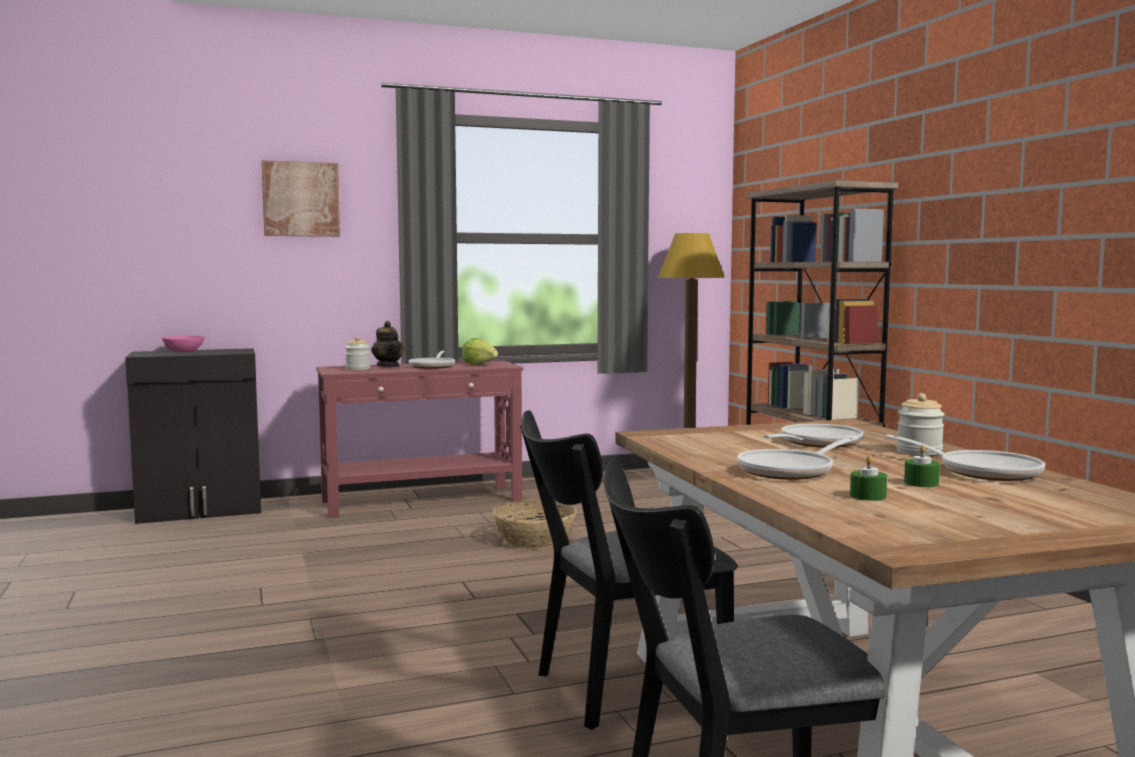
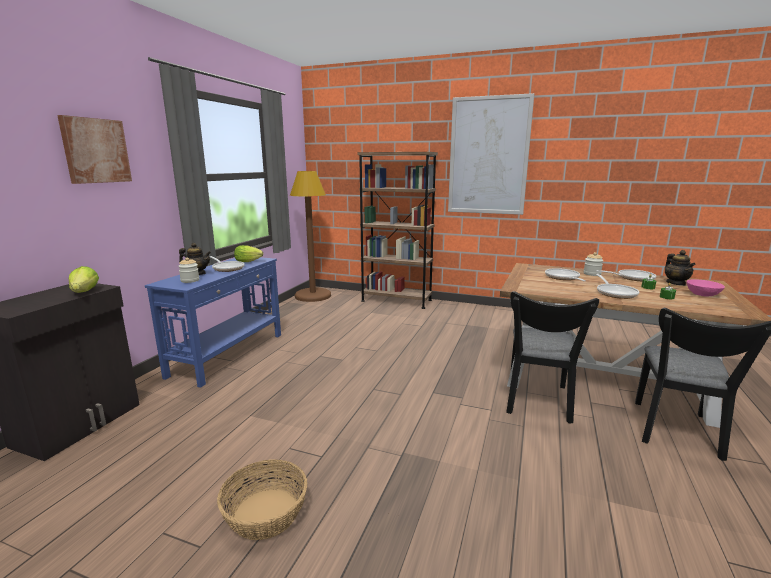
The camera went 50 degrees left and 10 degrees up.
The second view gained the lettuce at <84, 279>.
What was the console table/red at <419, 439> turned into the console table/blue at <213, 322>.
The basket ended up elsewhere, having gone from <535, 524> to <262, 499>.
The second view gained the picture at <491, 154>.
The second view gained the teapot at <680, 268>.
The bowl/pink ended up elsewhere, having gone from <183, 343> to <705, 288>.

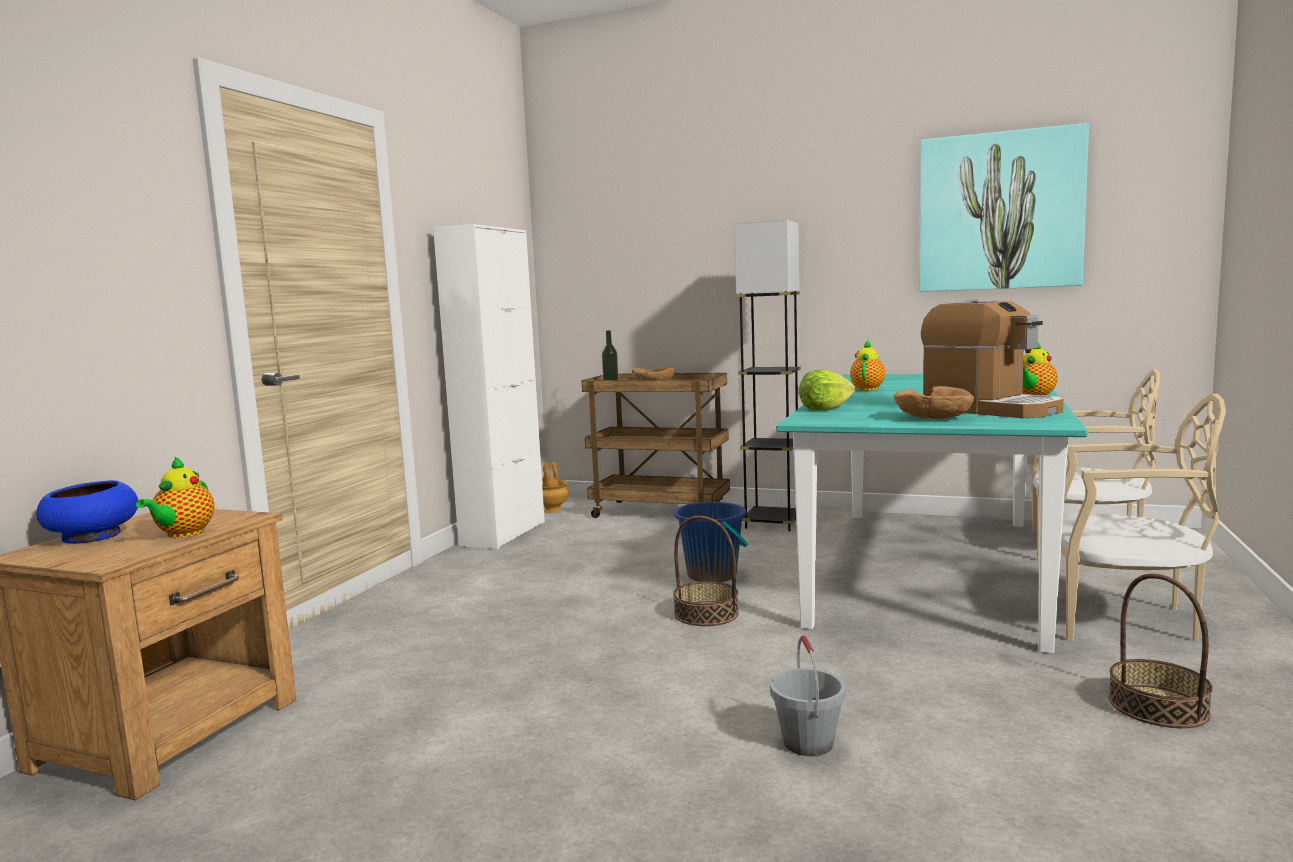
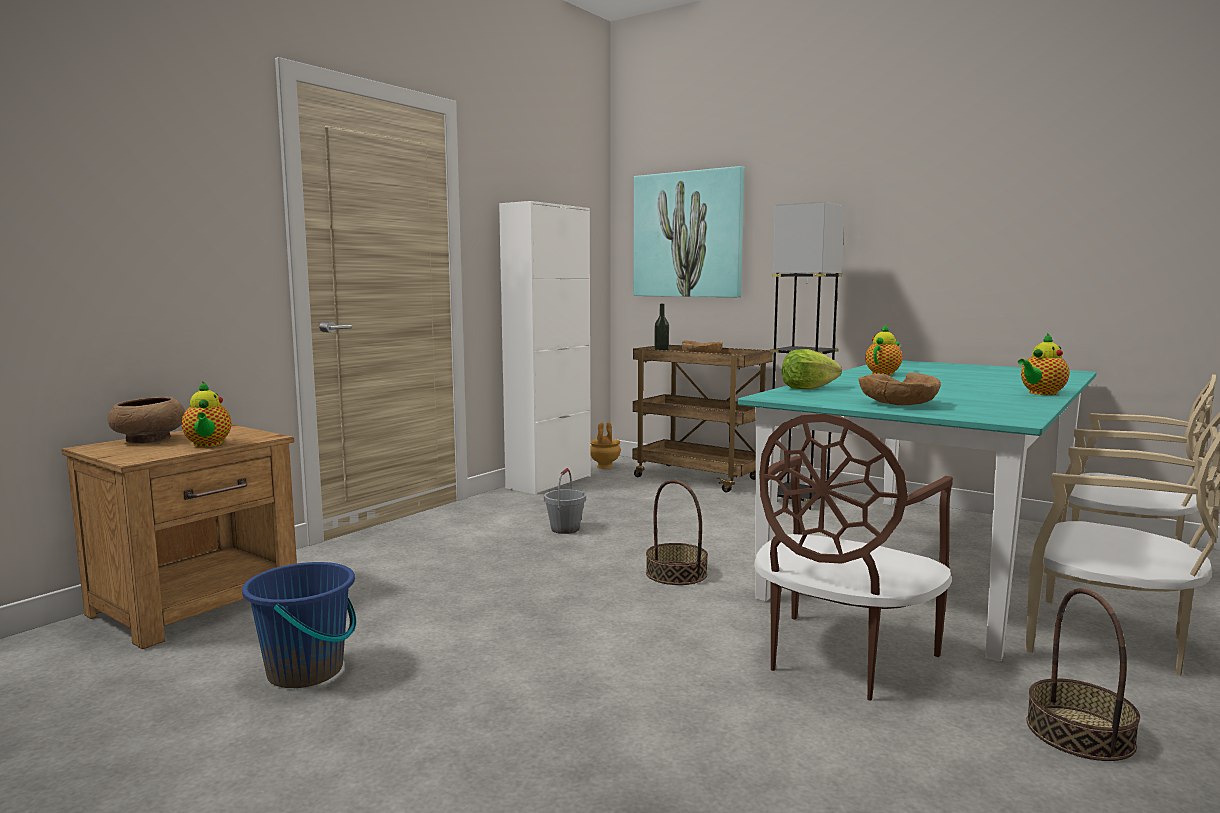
The camera went 15 degrees right and 0 degrees up.
What was the bowl/blue at <87, 512> turned into the bowl/brown at <146, 420>.
The teapot at <175, 497> ended up facing another way, 45 degrees counterclockwise from before.
The bucket/blue ended up elsewhere, having gone from <711, 542> to <299, 625>.
The bucket/grey ended up elsewhere, having gone from <808, 695> to <565, 501>.
The picture ended up elsewhere, having gone from <1004, 207> to <688, 231>.
The second view gained the chair/brown at <853, 557>.
The second view lost the coffee machine at <992, 358>.

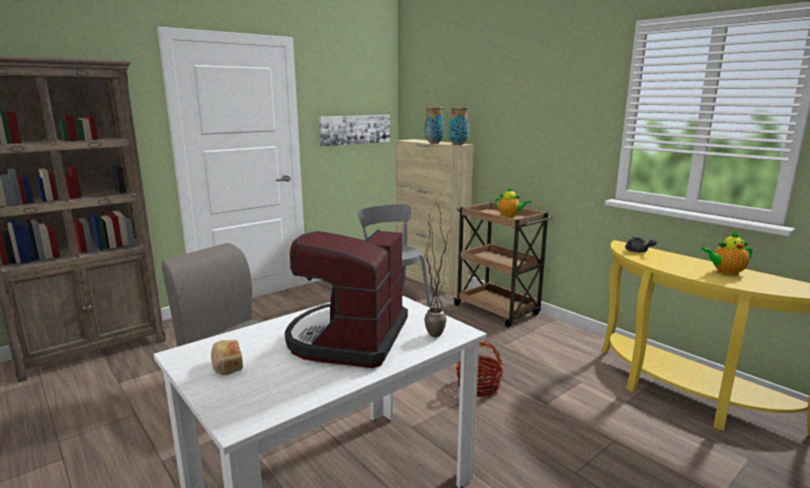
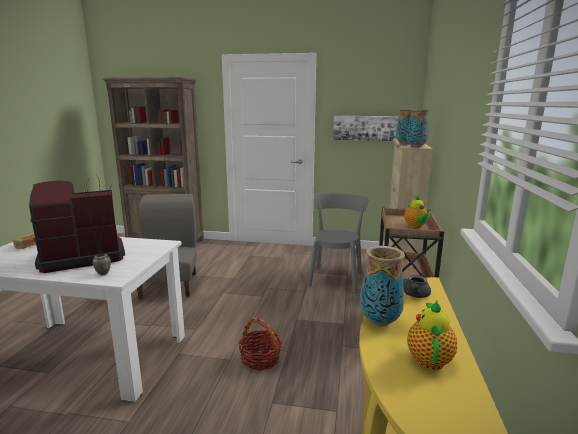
The camera went 50 degrees right and 0 degrees up.
The second view gained the vase at <382, 286>.
The teapot at <726, 253> ended up facing another way, 60 degrees clockwise from before.

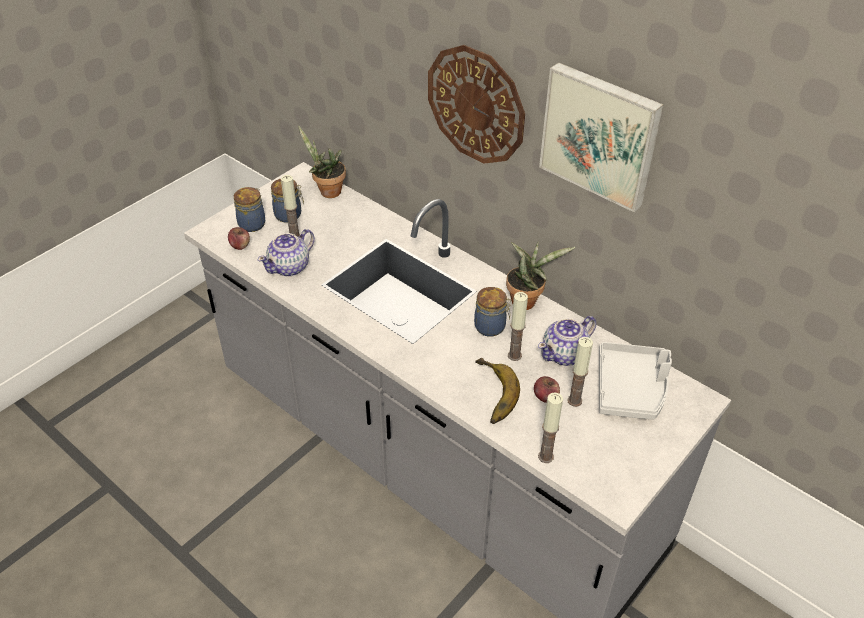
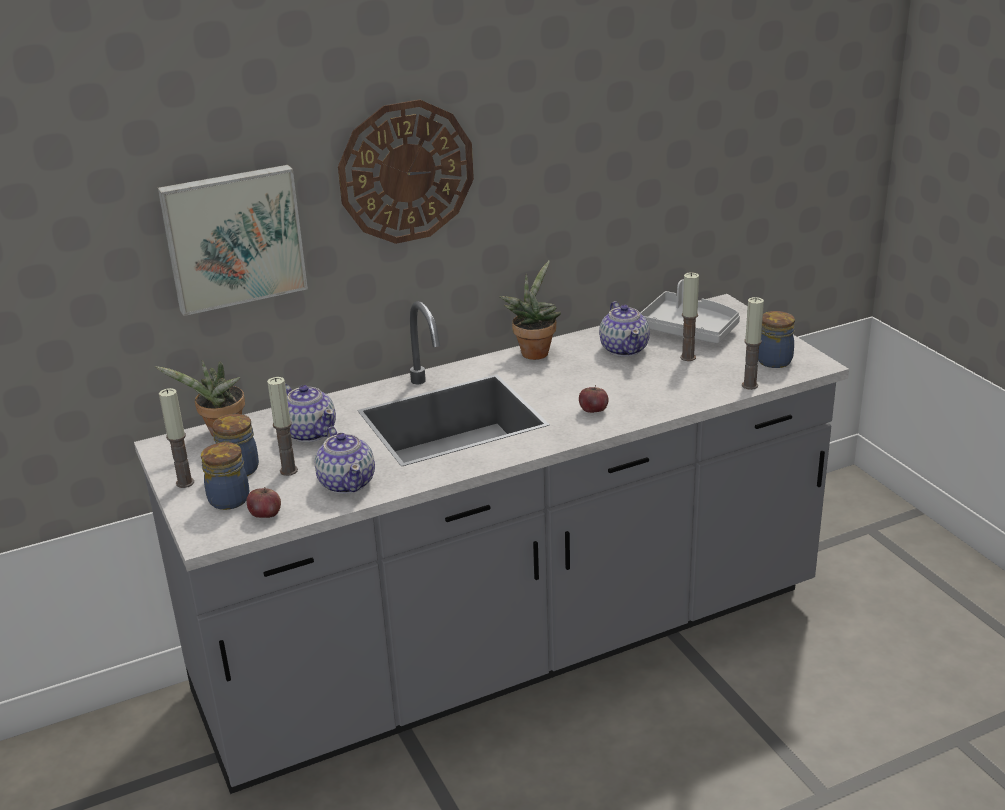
The camera went 65 degrees left and 15 degrees down.
The picture ended up elsewhere, having gone from <601, 137> to <233, 240>.
The candle ended up elsewhere, having gone from <518, 326> to <176, 438>.
The second view gained the teapot at <310, 413>.
The apple ended up elsewhere, having gone from <547, 389> to <593, 399>.
The jar ended up elsewhere, having gone from <492, 312> to <776, 339>.
The second view lost the banana at <497, 391>.

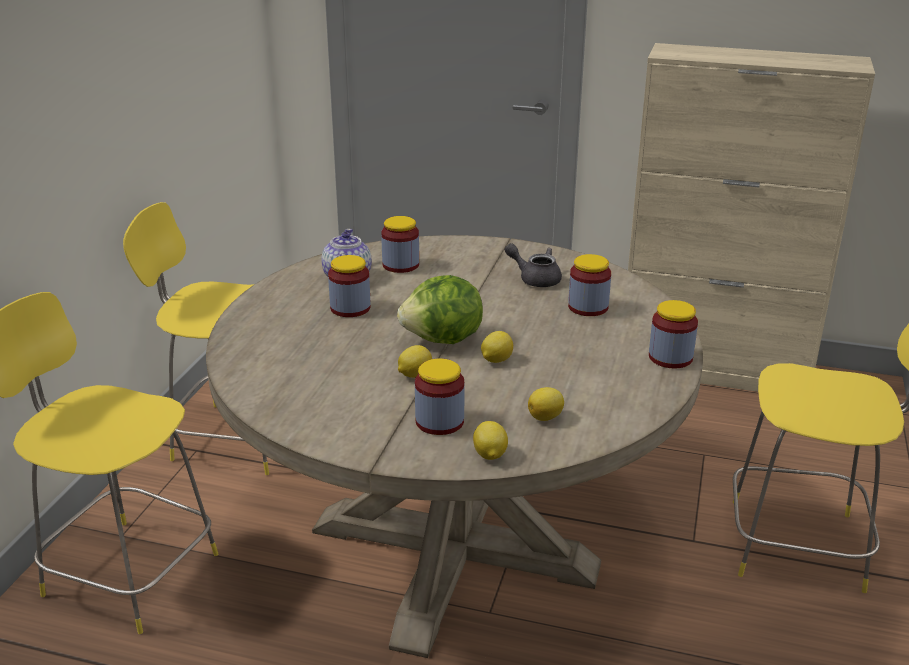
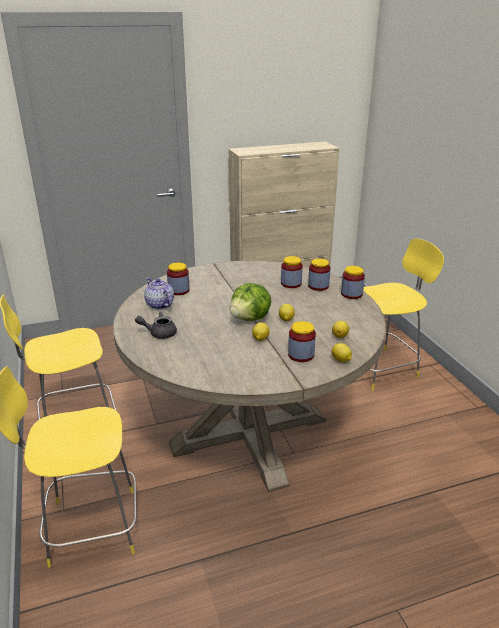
The camera went 35 degrees left and 0 degrees up.
The teapot/grey ended up elsewhere, having gone from <533, 265> to <156, 325>.
The jar ended up elsewhere, having gone from <349, 286> to <319, 274>.

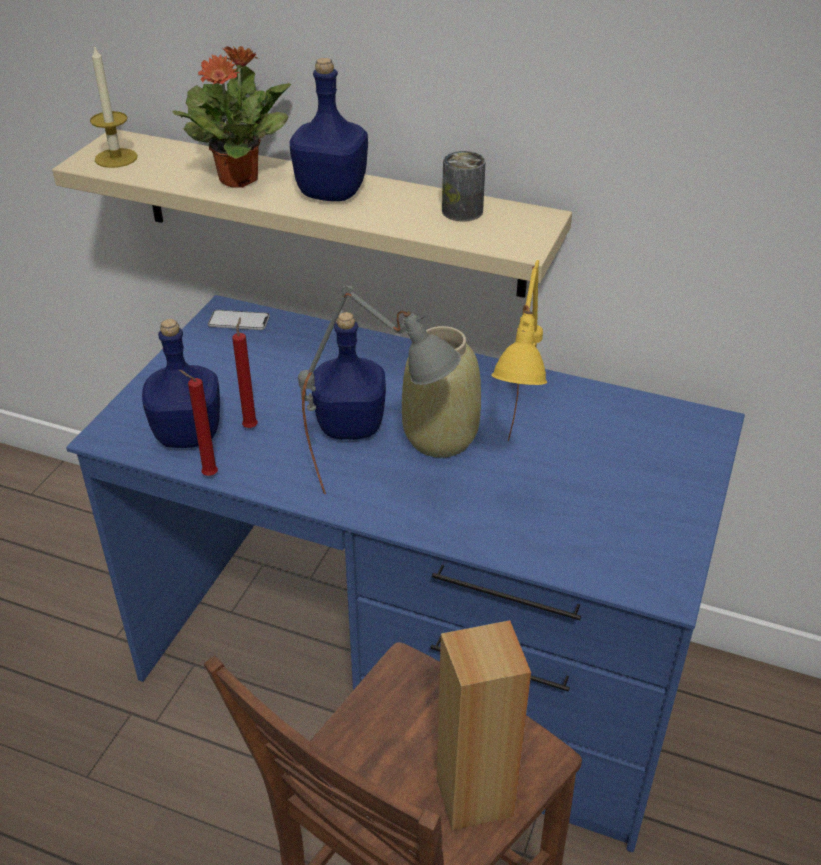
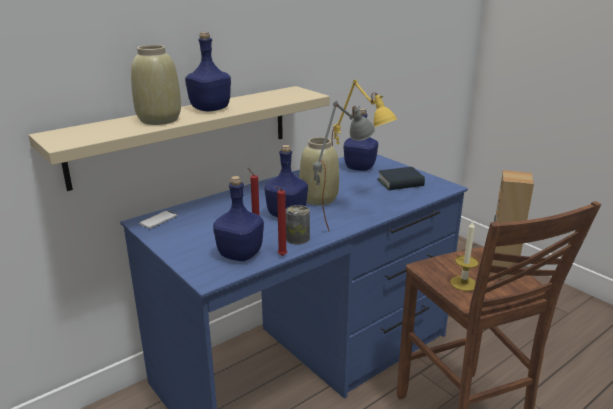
The camera went 60 degrees left and 15 degrees down.
Where the potted plant stood at <231, 116>, the vase/beige came to stand at <156, 85>.
The can ended up elsewhere, having gone from <464, 186> to <298, 224>.
The second view gained the bottle/blue at <361, 140>.
The second view gained the book at <401, 178>.
The candle ended up elsewhere, having gone from <114, 106> to <464, 255>.

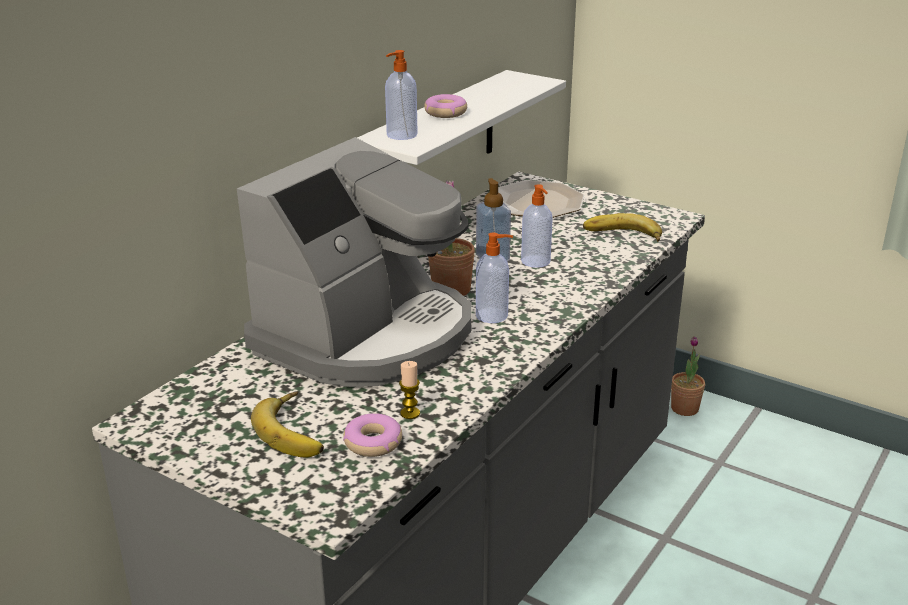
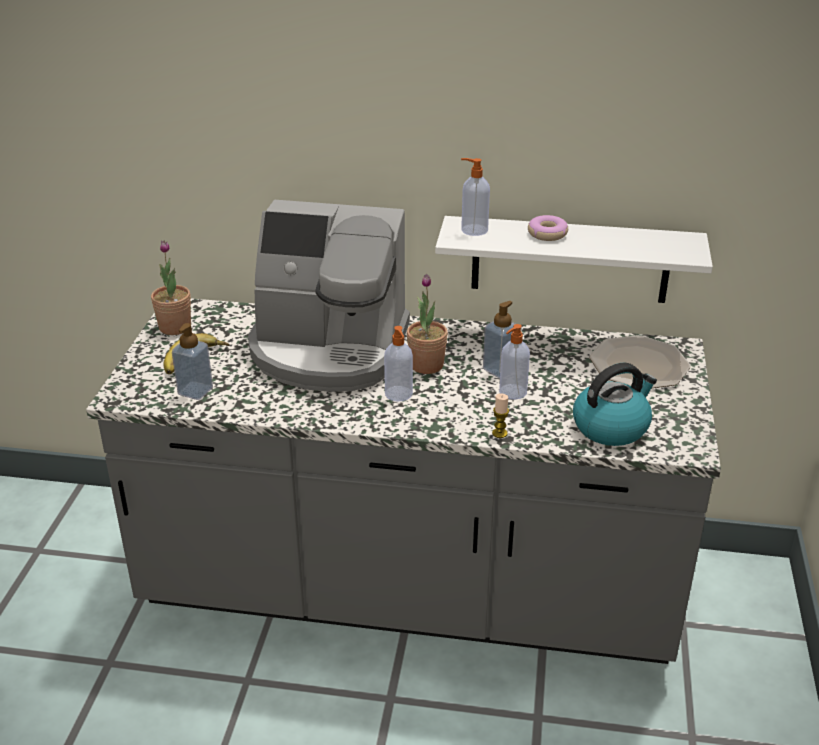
The camera went 65 degrees right and 5 degrees up.
The potted plant ended up elsewhere, having gone from <688, 376> to <171, 288>.
Where the donut stood at <372, 435>, the soap dispenser came to stand at <192, 361>.
The candle ended up elsewhere, having gone from <409, 390> to <500, 415>.
Where the banana stood at <622, 227>, the kettle came to stand at <615, 404>.

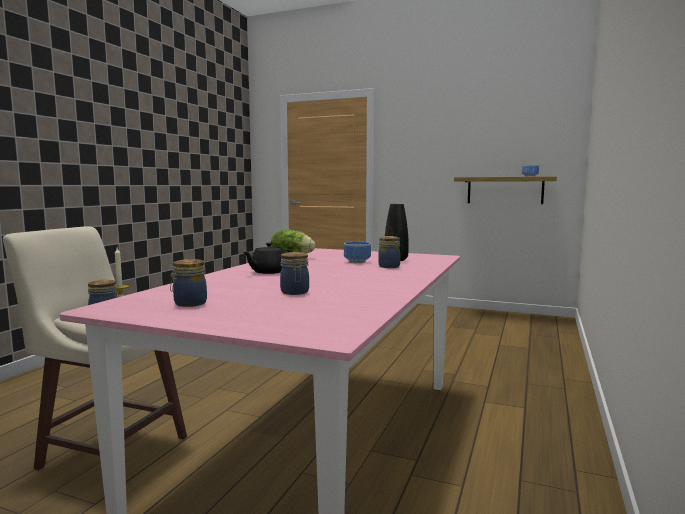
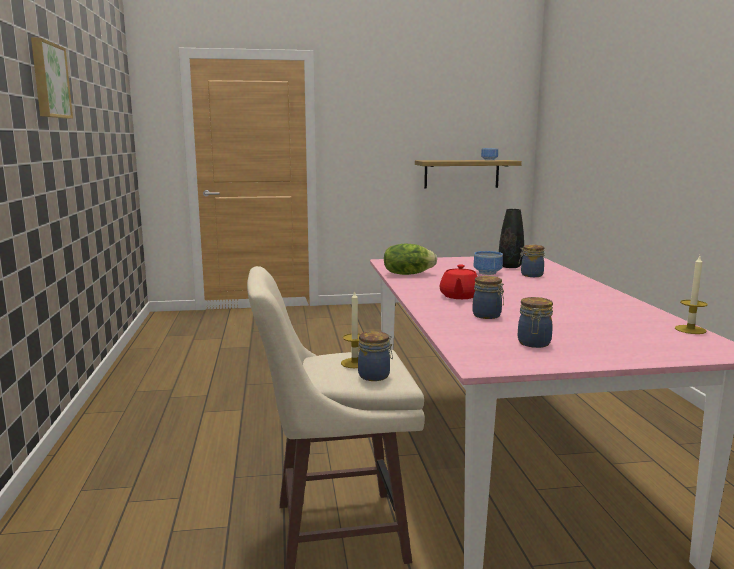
The camera went 30 degrees left and 5 degrees up.
The second view gained the picture at <52, 78>.
What was the teapot/black at <267, 258> turned into the teapot/red at <458, 282>.
The jar ended up elsewhere, having gone from <294, 273> to <488, 297>.
The second view gained the candle at <691, 295>.

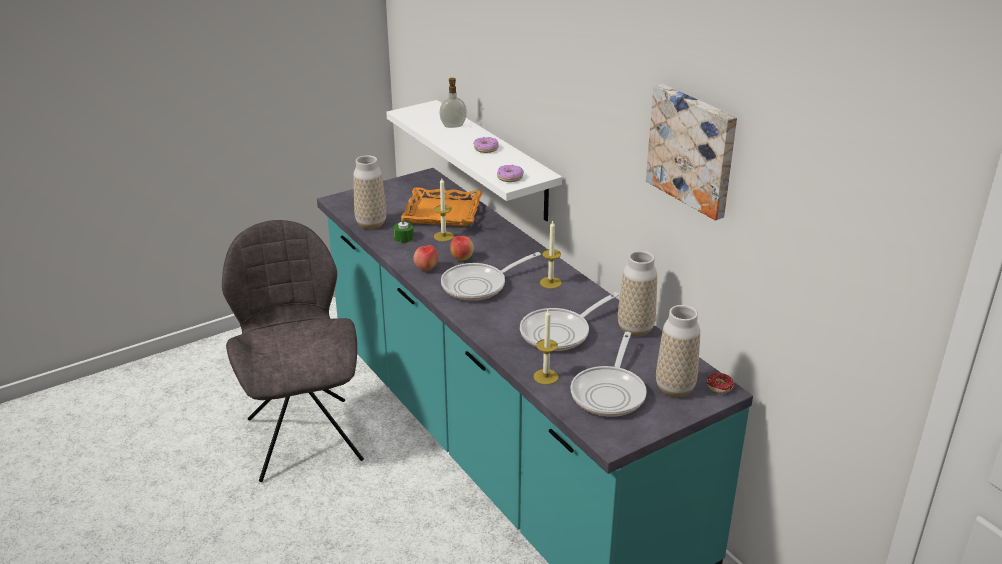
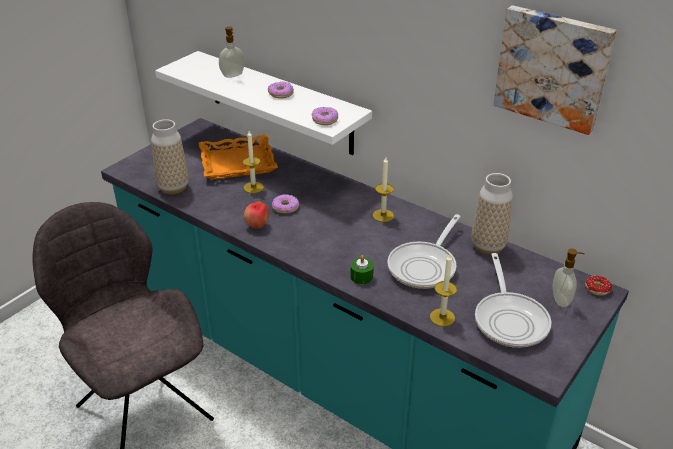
The camera went 20 degrees left and 5 degrees up.
Where the apple stood at <462, 248>, the donut came to stand at <285, 204>.
The candle/green ended up elsewhere, having gone from <403, 230> to <362, 269>.
Where the vase stood at <678, 351>, the soap dispenser came to stand at <568, 278>.
The second view lost the frying pan at <491, 276>.

